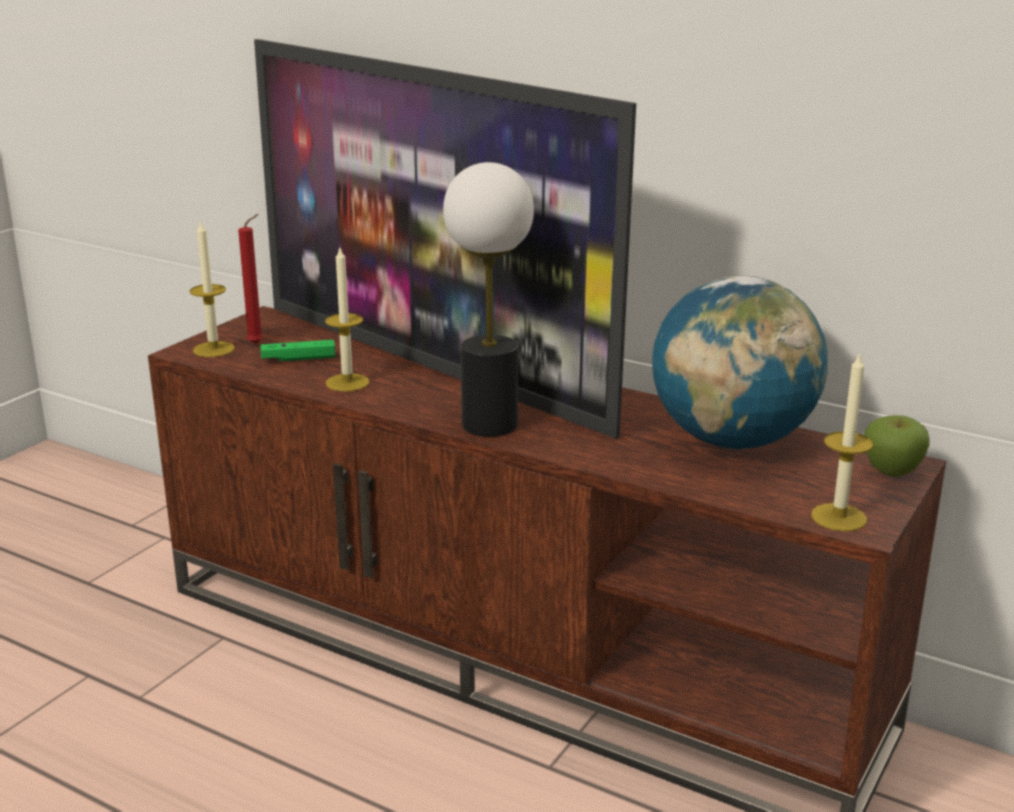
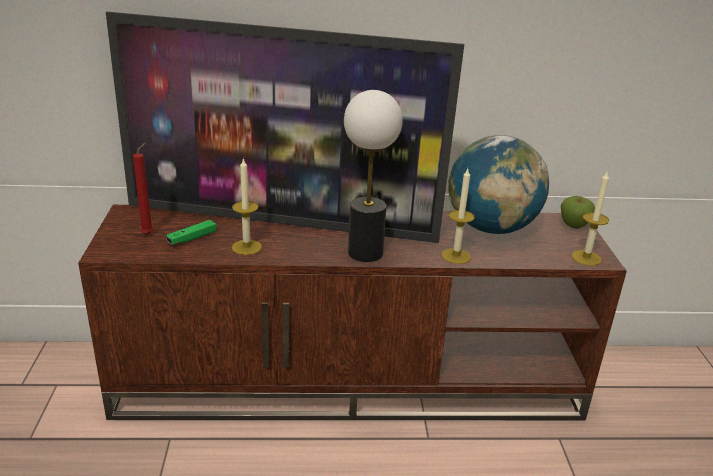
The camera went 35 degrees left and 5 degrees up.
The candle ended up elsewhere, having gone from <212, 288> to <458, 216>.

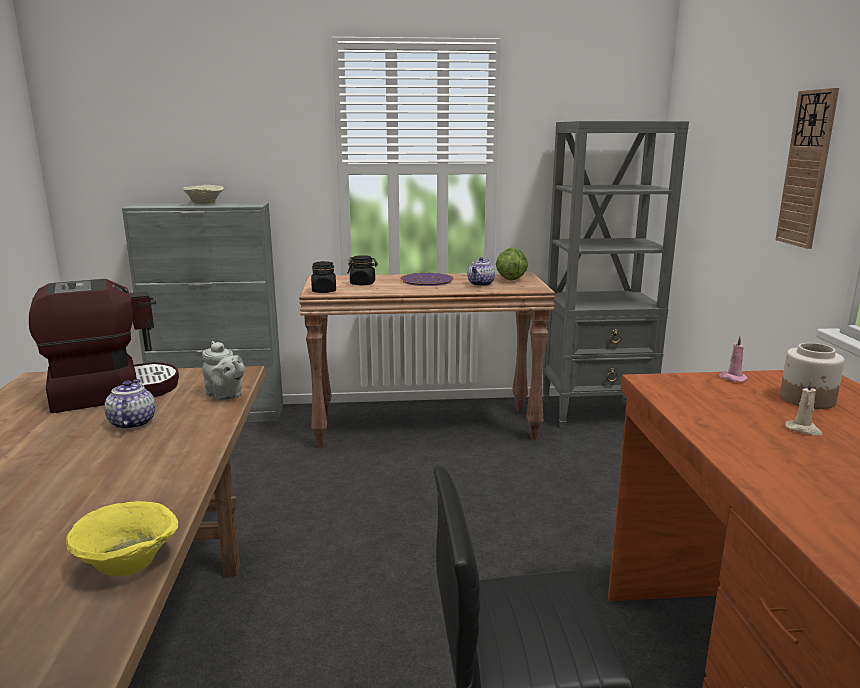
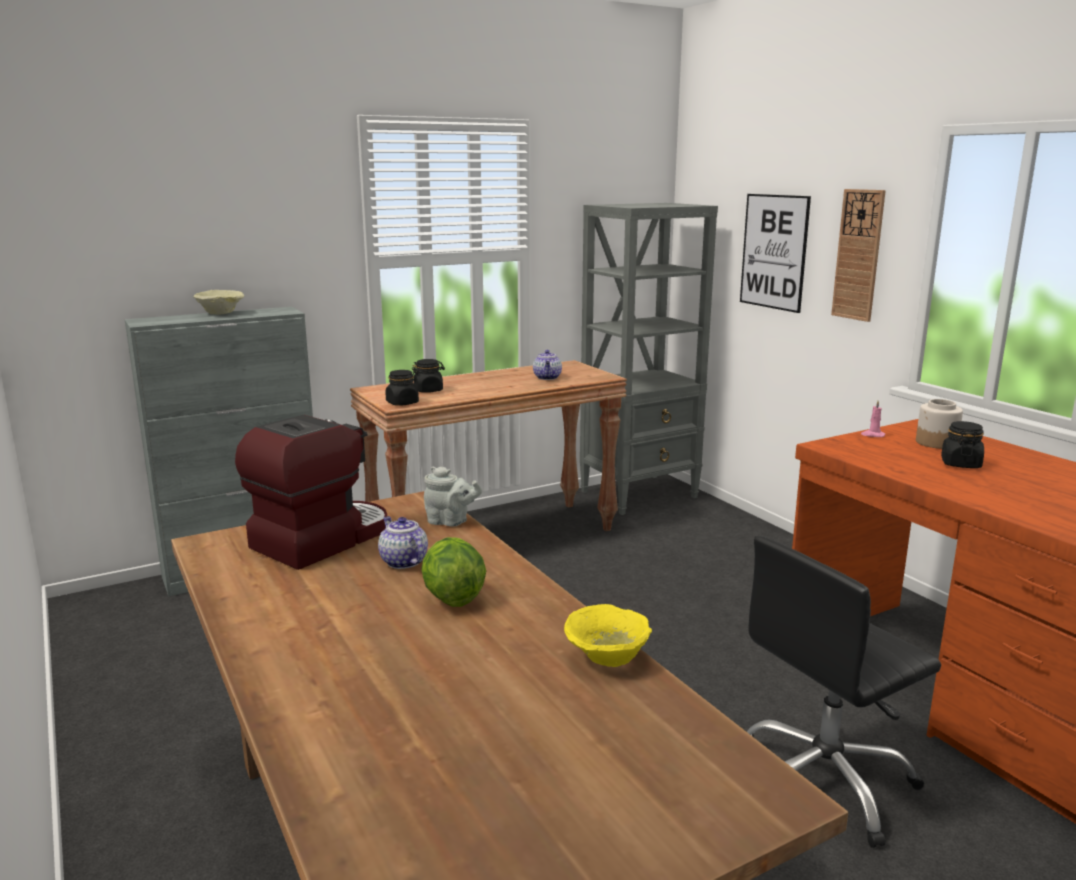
The camera went 25 degrees left and 0 degrees up.
The lettuce ended up elsewhere, having gone from <512, 263> to <453, 572>.
The second view gained the picture at <775, 253>.
Where the candle/beige stood at <804, 407>, the jar/black came to stand at <962, 444>.
The second view lost the plate/purple at <427, 279>.

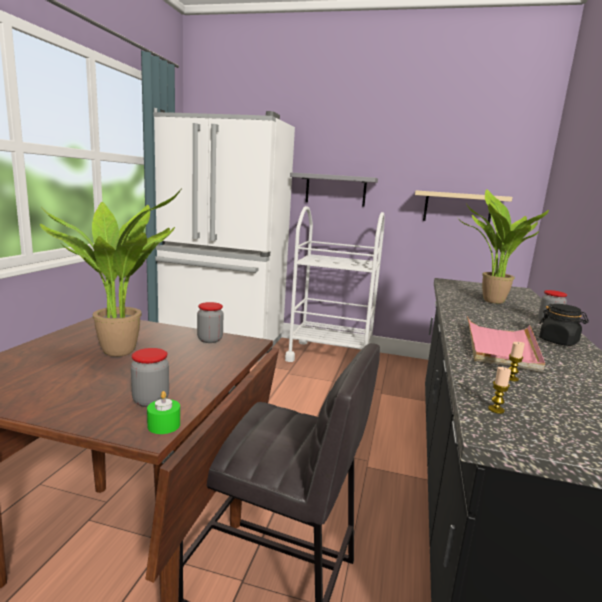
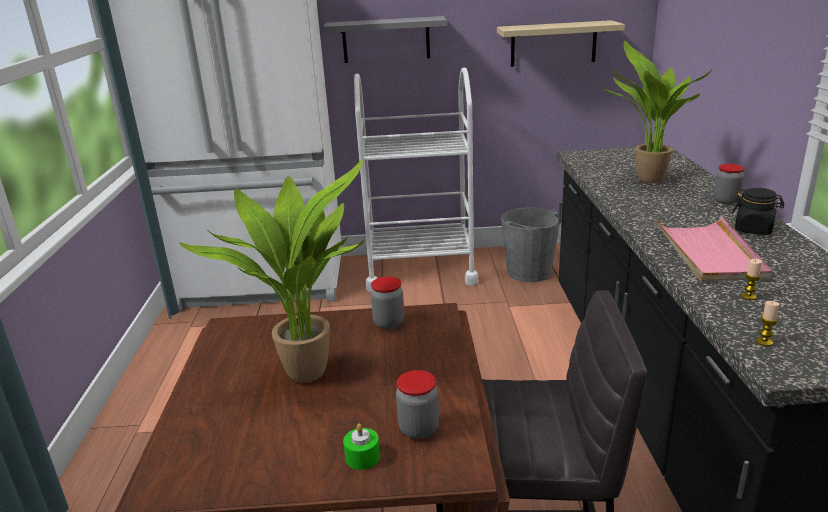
The camera went 15 degrees left and 10 degrees up.
The candle/green ended up elsewhere, having gone from <163, 412> to <361, 447>.
The second view gained the bucket/grey at <530, 244>.

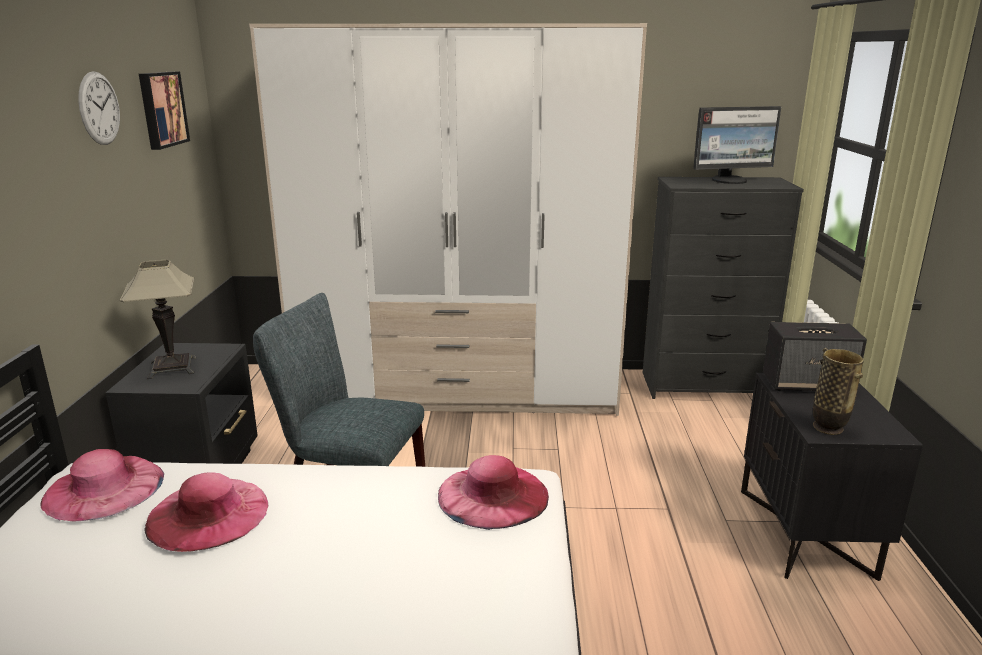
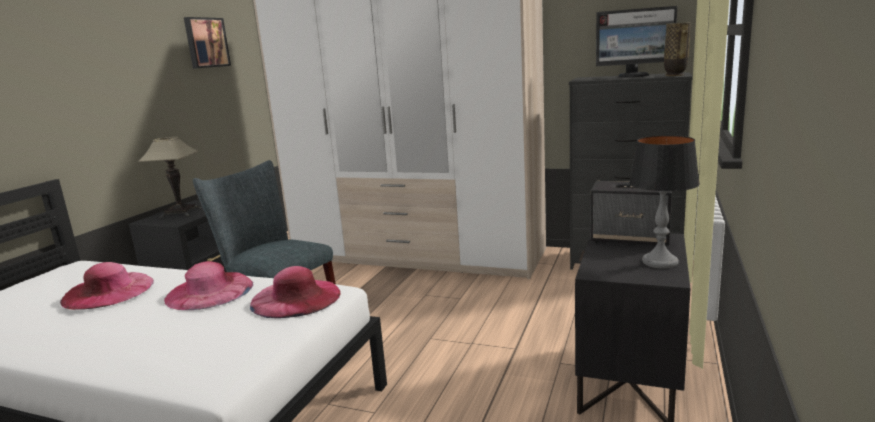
The camera went 20 degrees right and 5 degrees down.
The hat/pink ended up elsewhere, having gone from <102, 485> to <208, 285>.
The second view gained the table lamp at <664, 202>.
The vase ended up elsewhere, having gone from <838, 391> to <677, 49>.
The second view lost the wall clock at <99, 108>.

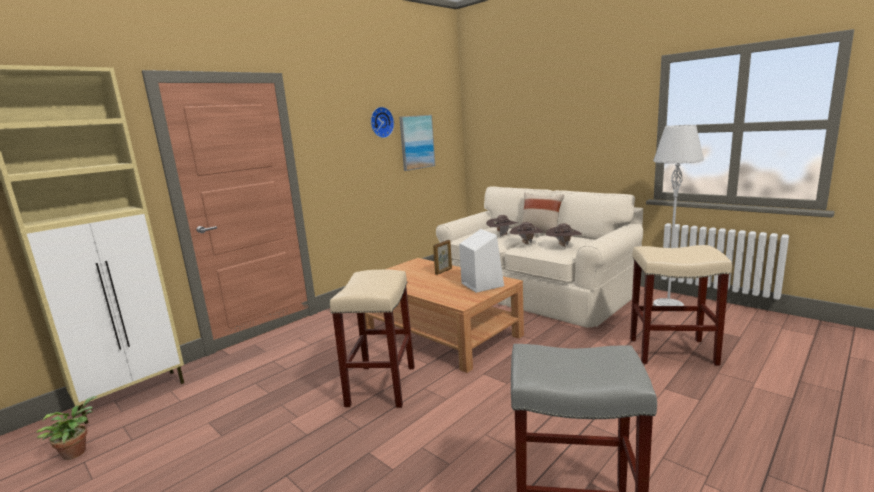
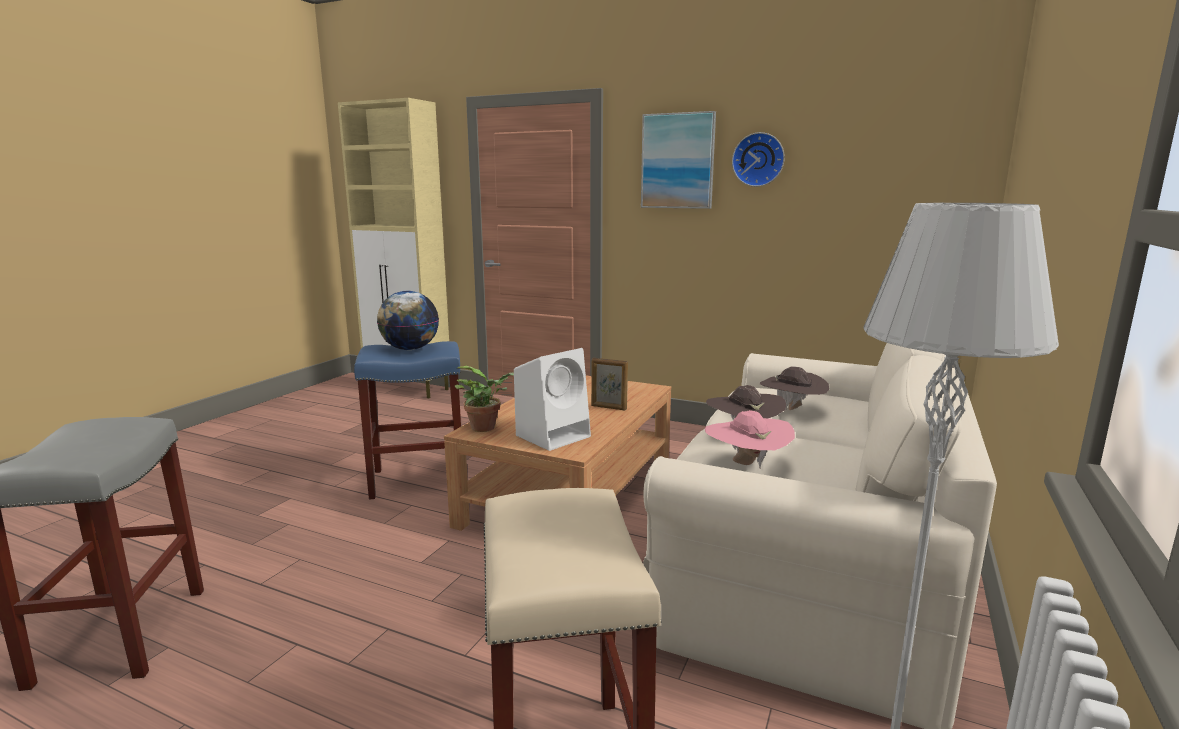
The camera went 70 degrees right and 0 degrees up.
What was the stool/beige at <372, 338> turned into the stool/blue at <407, 420>.
The second view gained the globe at <408, 320>.
The potted plant ended up elsewhere, having gone from <66, 428> to <484, 399>.
The picture ended up elsewhere, having gone from <417, 143> to <678, 160>.
What was the hat/brown at <564, 235> turned into the hat/pink at <750, 439>.
The second view lost the pillow/beige at <543, 213>.

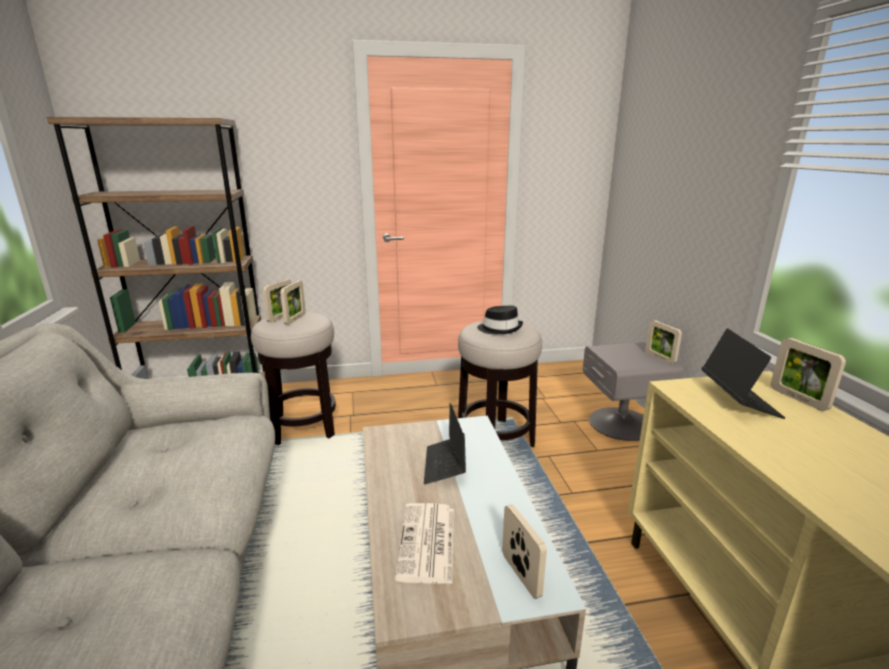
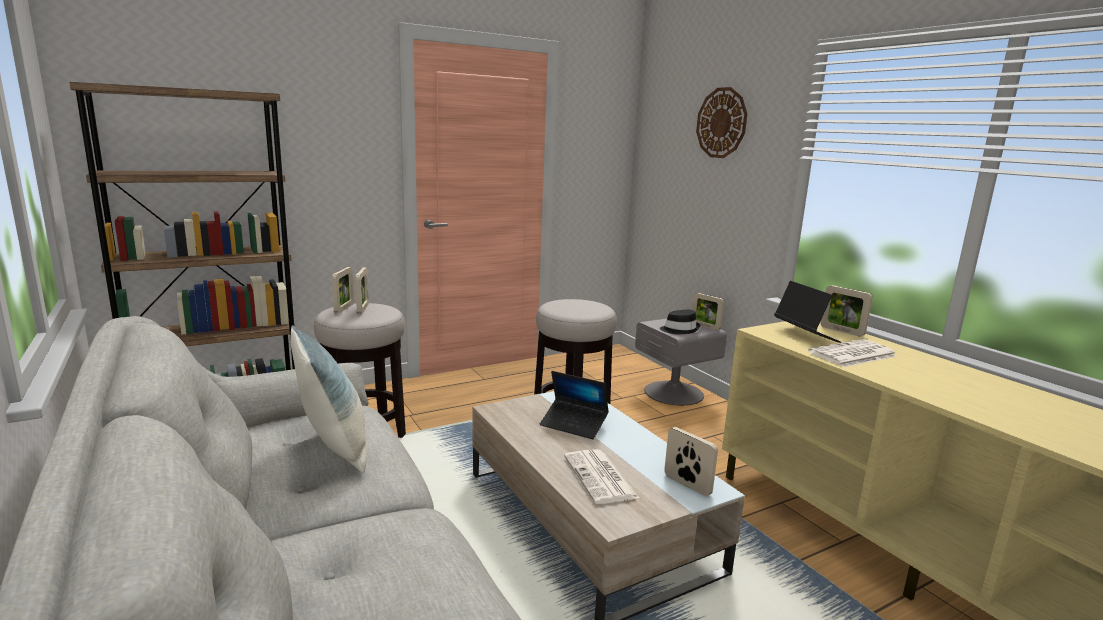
The camera went 20 degrees left and 5 degrees down.
The second view gained the pillow at <328, 399>.
The laptop at <445, 443> ended up facing another way, 45 degrees counterclockwise from before.
The hat/black ended up elsewhere, having gone from <500, 320> to <680, 321>.
The second view gained the wall clock at <721, 122>.
The second view gained the newspaper at <852, 353>.

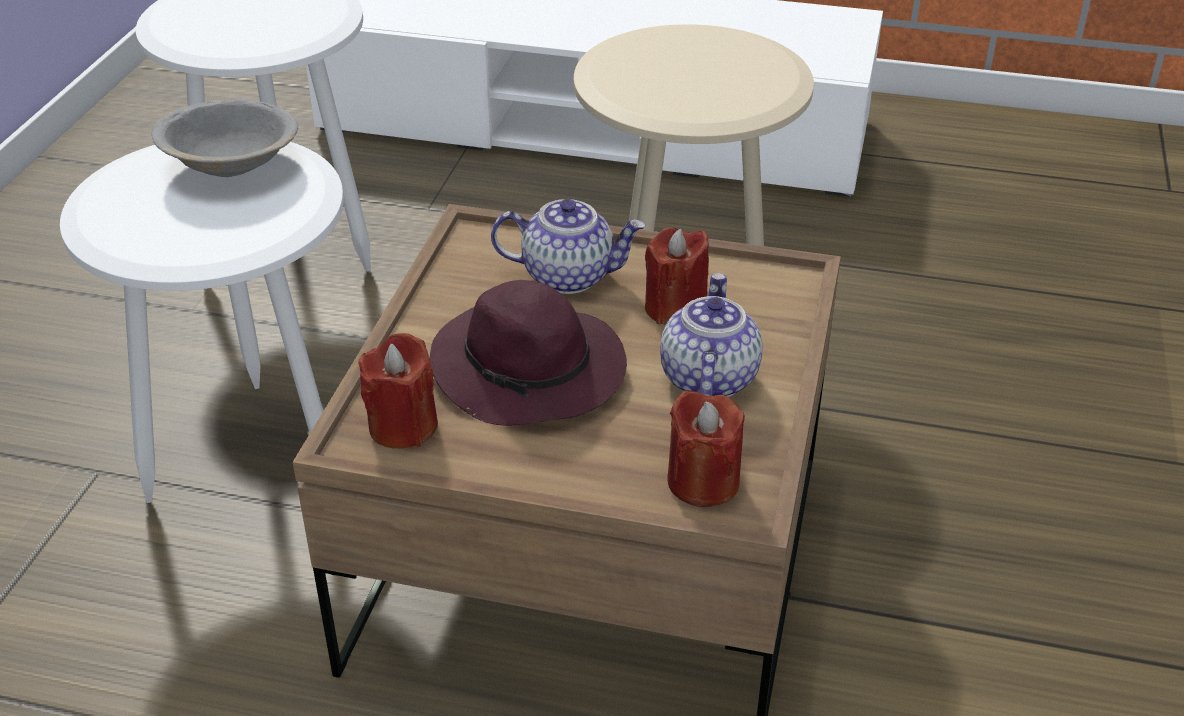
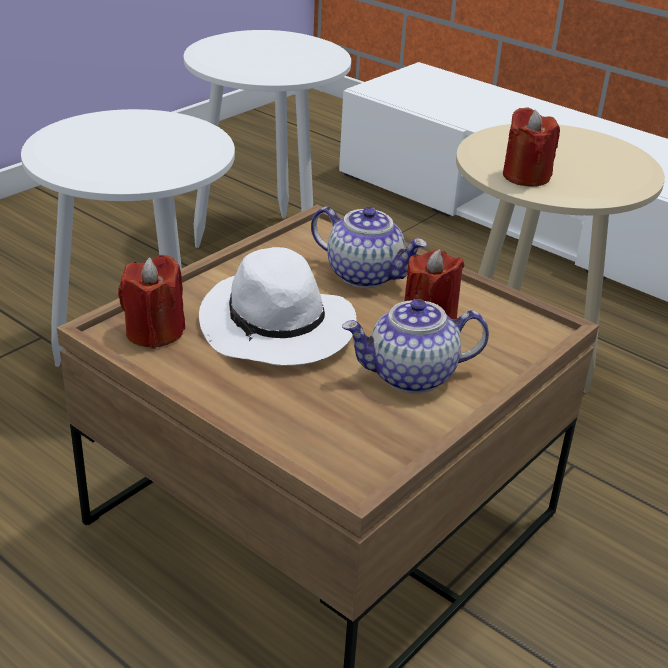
The camera went 25 degrees right and 5 degrees down.
What was the hat/purple at <528, 353> turned into the hat/white at <278, 306>.
The teapot at <711, 335> ended up facing another way, 135 degrees counterclockwise from before.
The candle/red ended up elsewhere, having gone from <706, 448> to <531, 147>.
The second view lost the bowl/grey at <225, 138>.

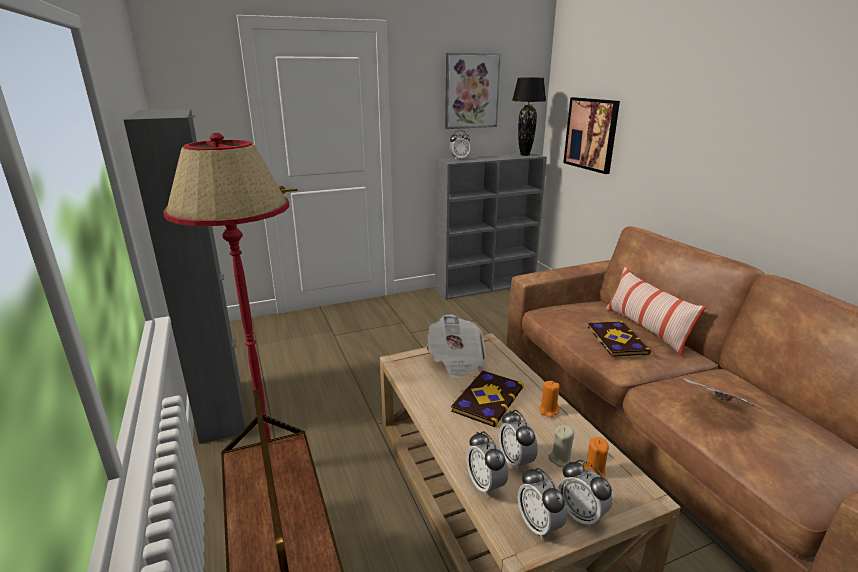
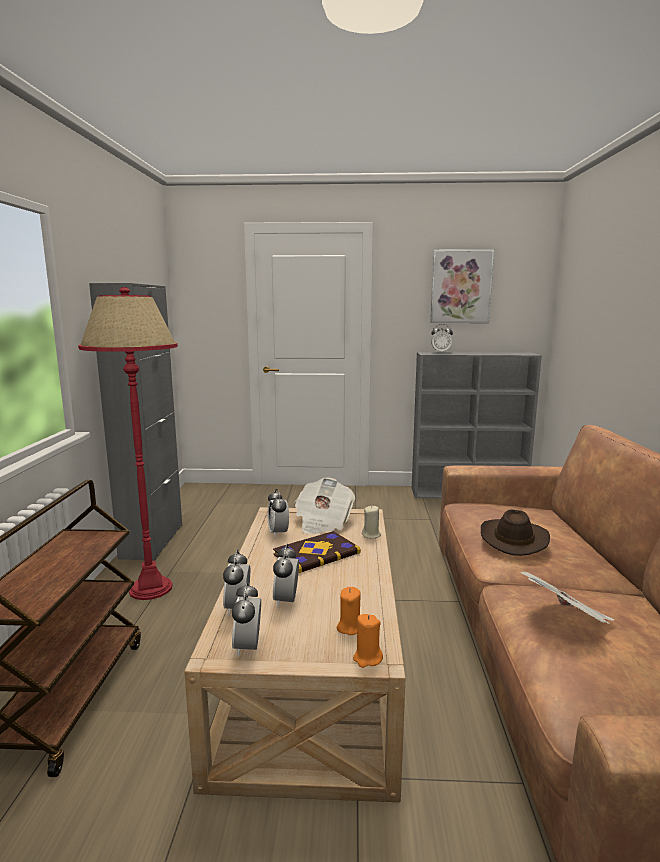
The camera went 25 degrees right and 10 degrees down.
The alarm clock ended up elsewhere, having gone from <585, 494> to <278, 513>.
The candle/orange ended up elsewhere, having gone from <549, 399> to <368, 641>.
The candle/beige ended up elsewhere, having gone from <561, 446> to <371, 522>.
Where the book stood at <619, 339>, the hat/brown came to stand at <515, 532>.
The second view lost the table lamp/black at <529, 117>.
The second view lost the picture at <591, 135>.
The second view lost the pillow at <656, 311>.

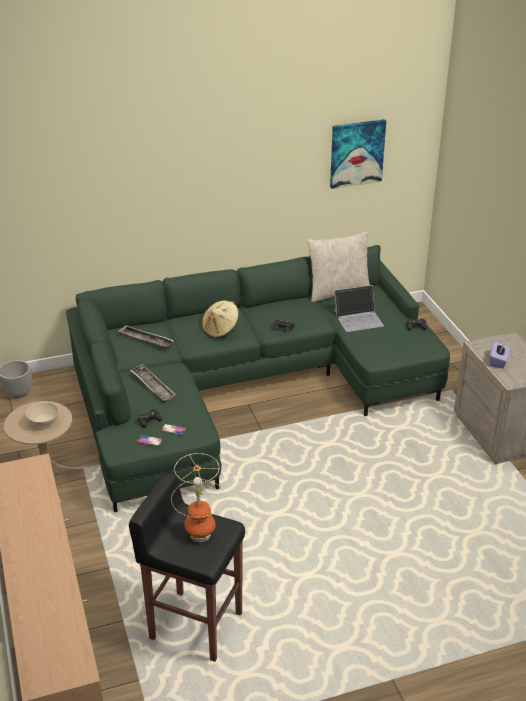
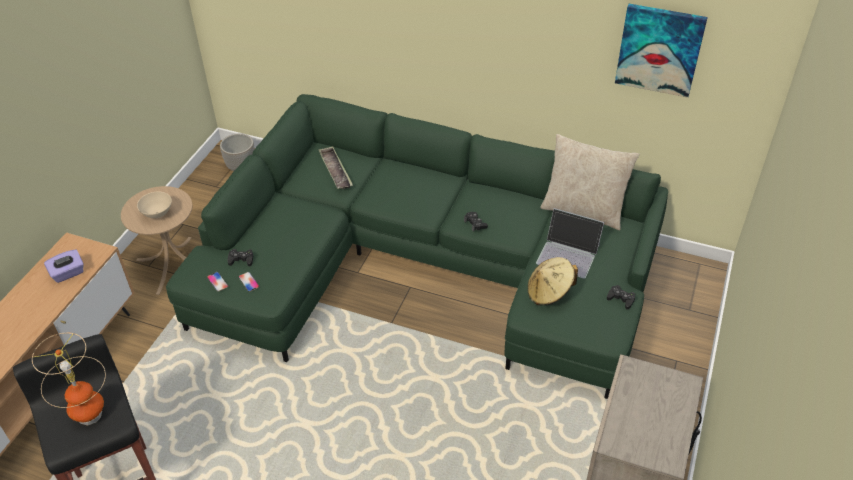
The camera went 40 degrees right and 10 degrees up.
The tissue box/purple ended up elsewhere, having gone from <500, 354> to <64, 266>.
The hat/beige ended up elsewhere, having gone from <220, 319> to <552, 281>.
The second view lost the tray at <153, 383>.

